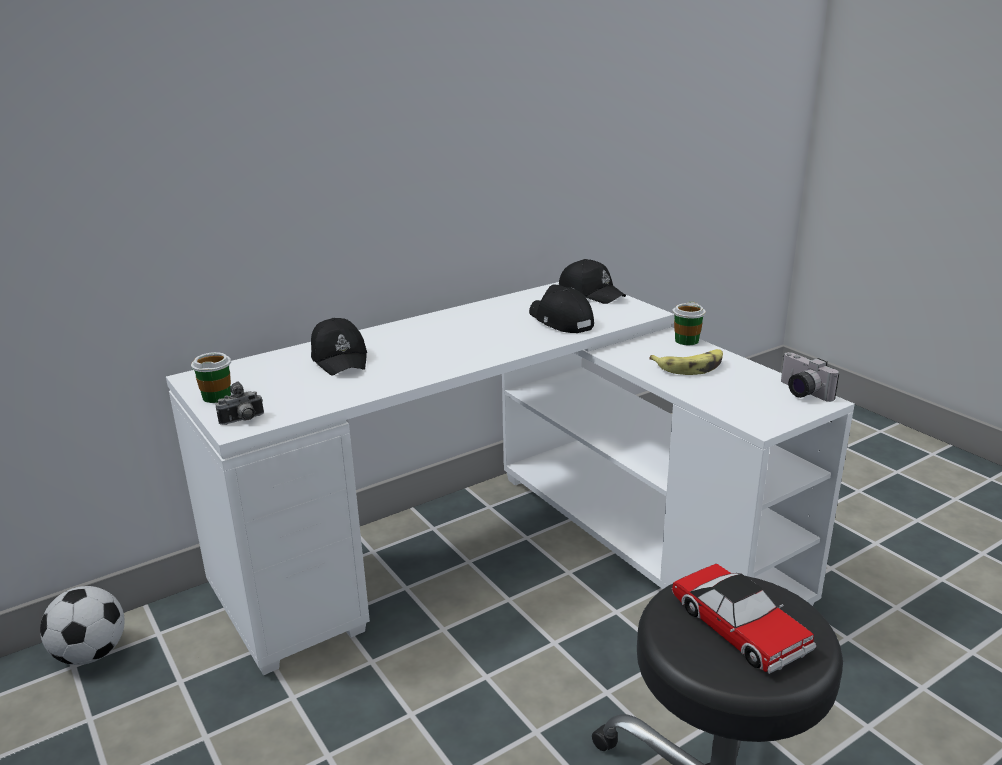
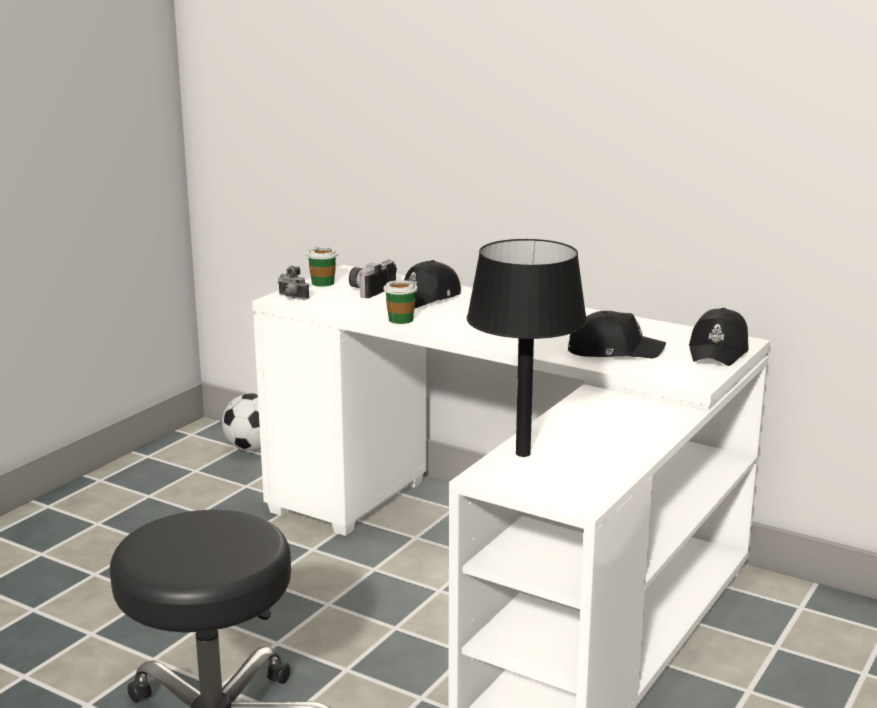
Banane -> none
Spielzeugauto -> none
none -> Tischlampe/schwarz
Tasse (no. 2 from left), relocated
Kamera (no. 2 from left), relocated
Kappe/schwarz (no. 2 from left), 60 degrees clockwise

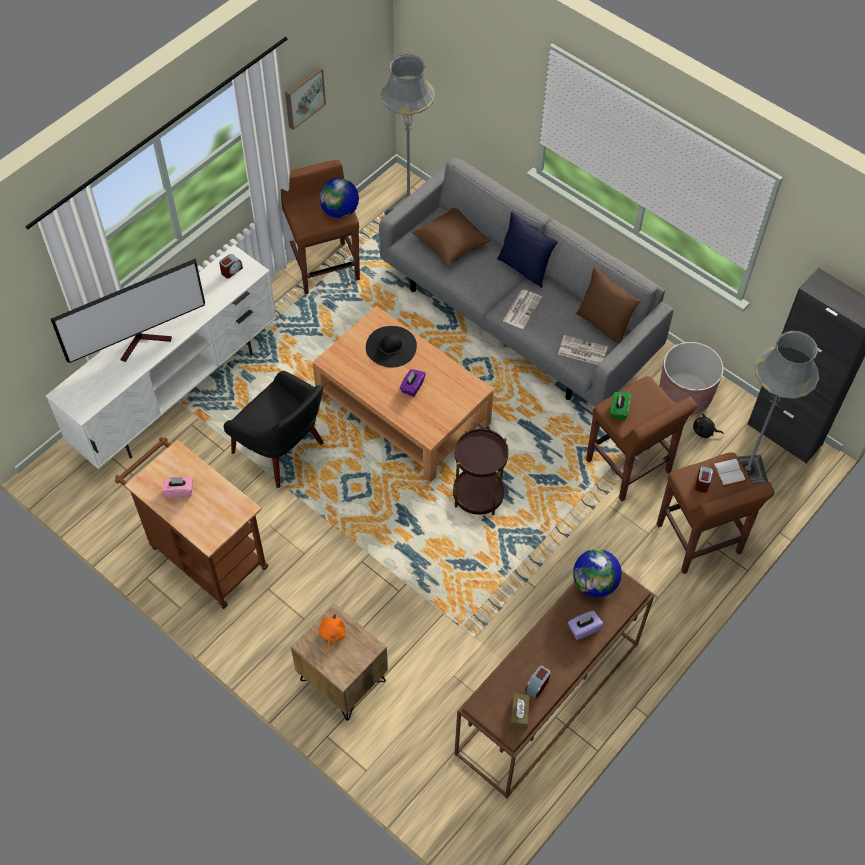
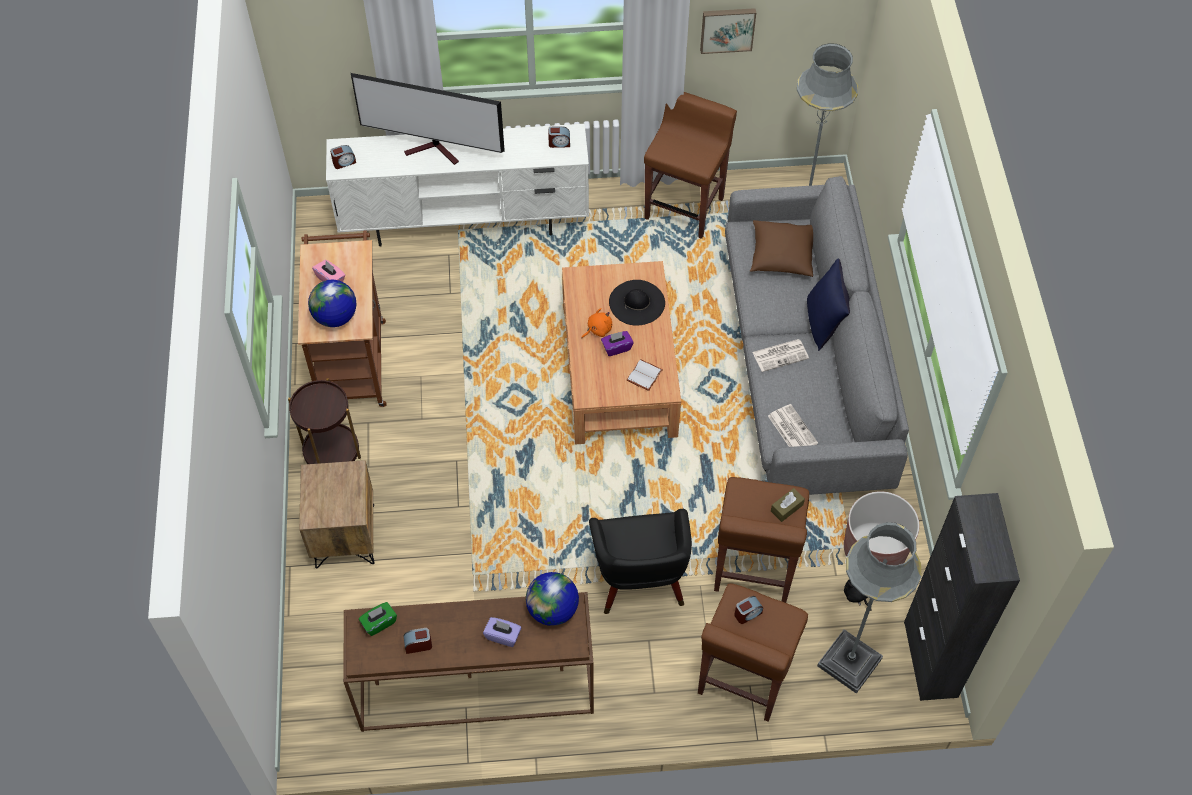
Kissen/braun (no. 2 from left) -> none
none -> Wecker (no. 1 from left)
Sessel/schwarz, relocated
Plüschtier/orange, relocated
Globus (no. 1 from left), relocated
Beistelltisch/braun, relocated
Taschentuchbox/braun, relocated
Taschentuchbox/grün, relocated
Buch/weiß, relocated

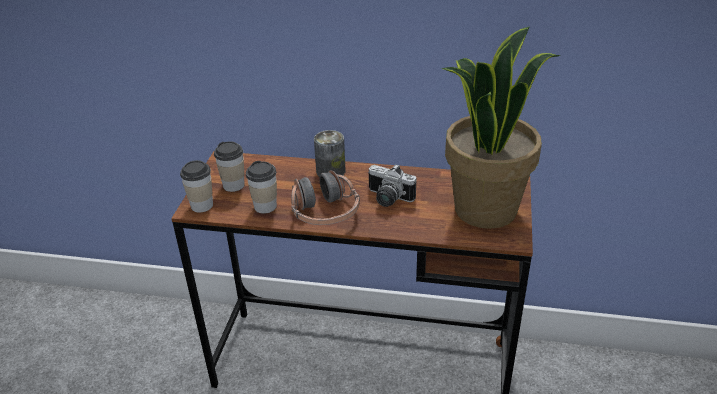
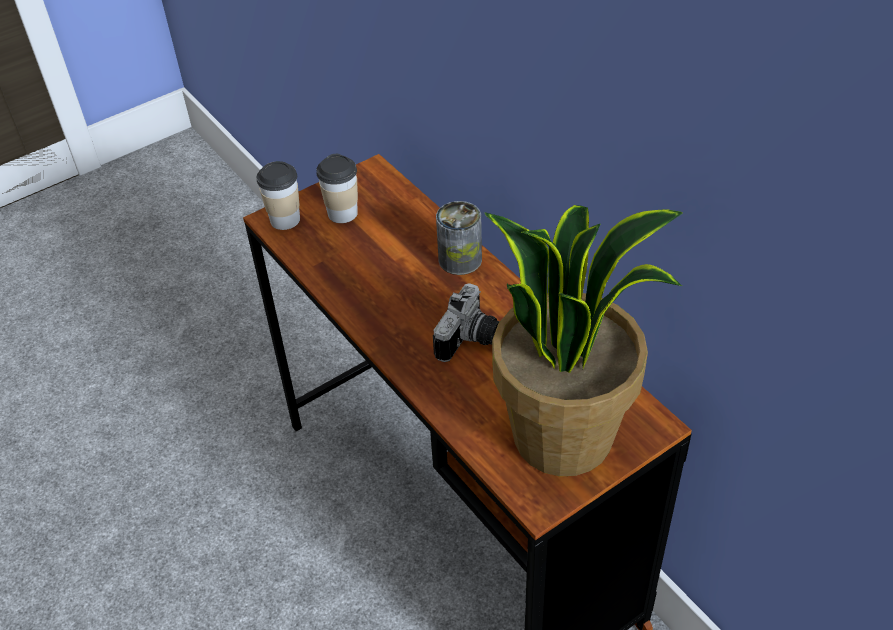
Tasse (no. 3 from left) -> none
Kopfhörer -> none
Kamera, 135 degrees counterclockwise

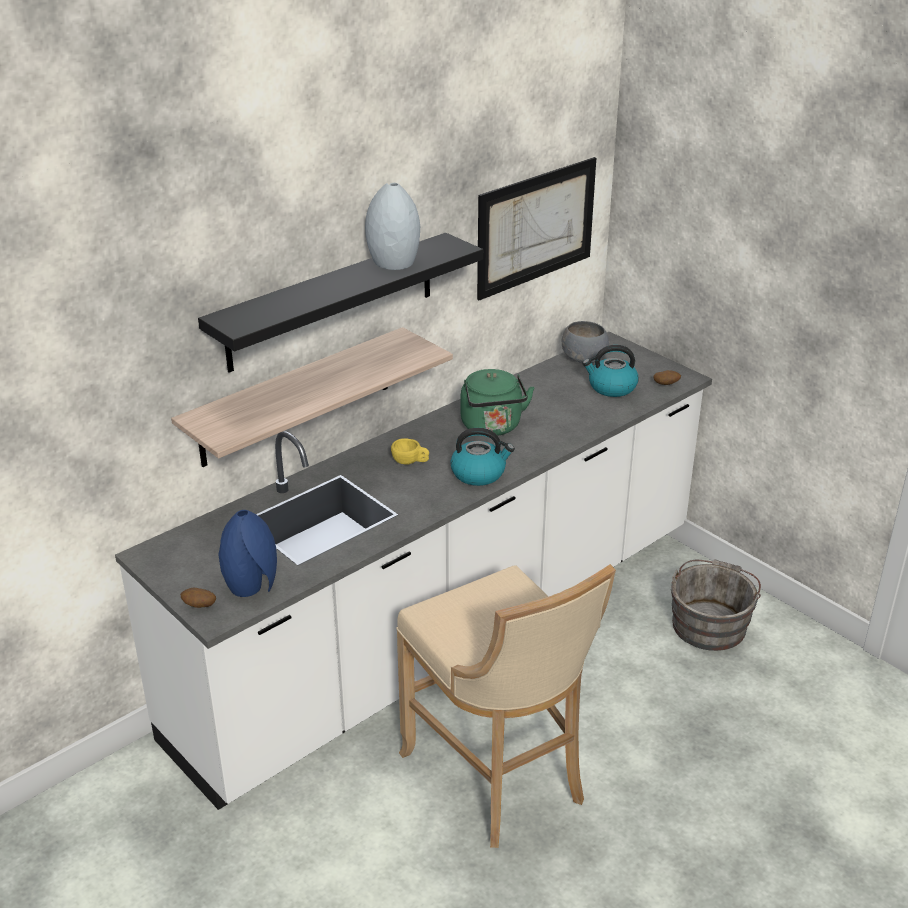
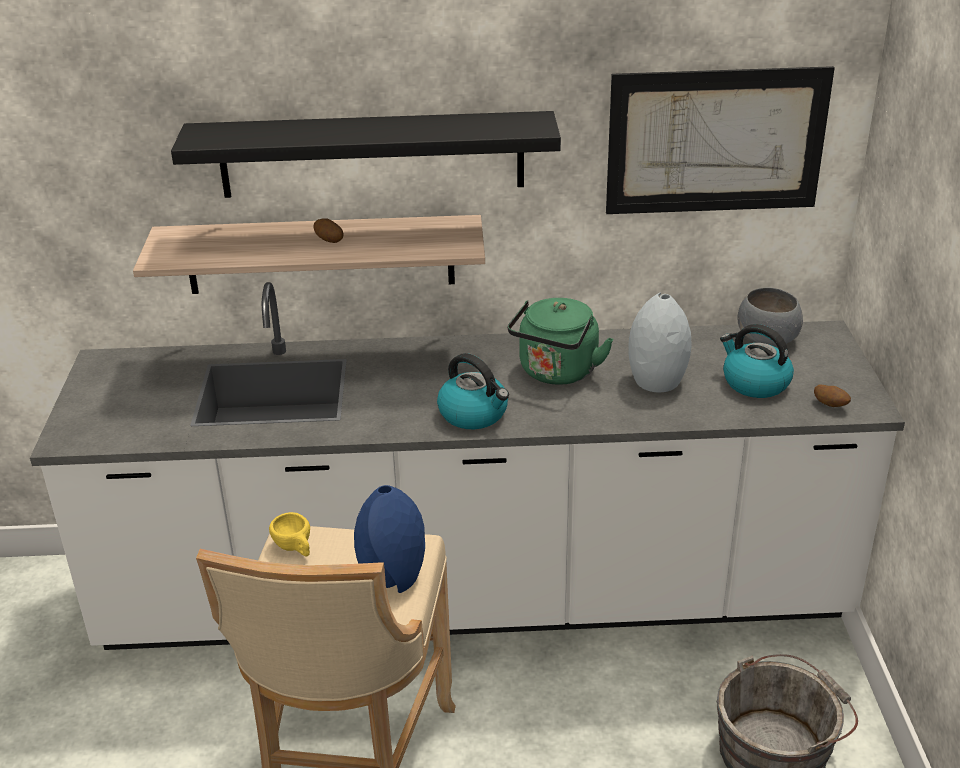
Kartoffel (no. 1 from left), relocated
Vase/blau, relocated
Vase/grau, relocated
Tasse/gelb, relocated

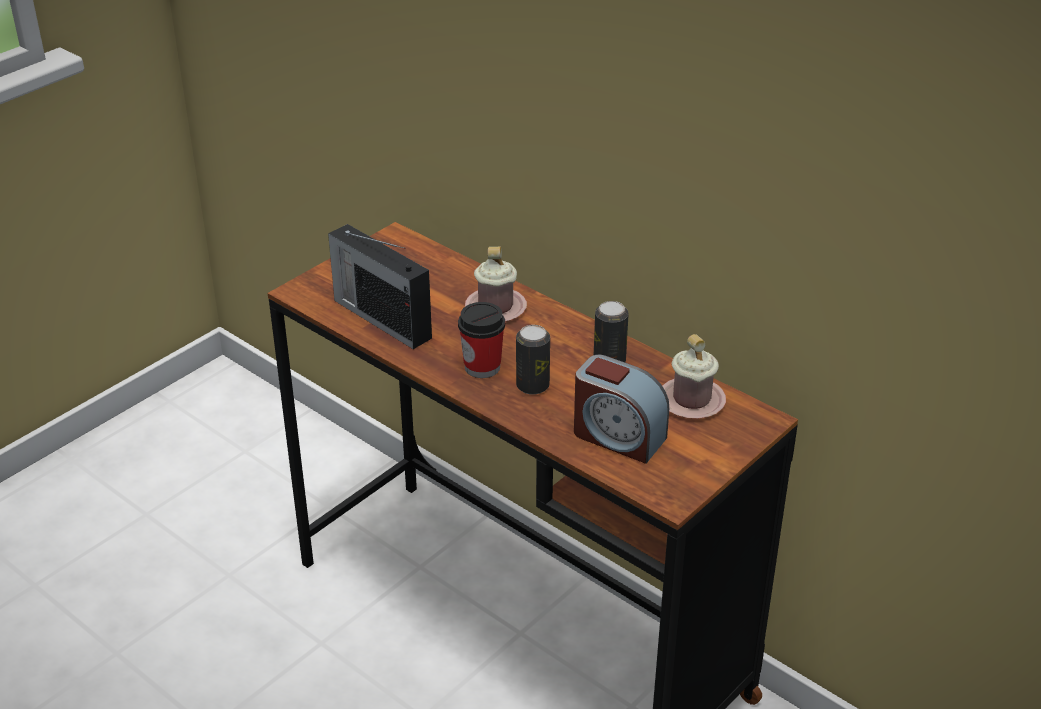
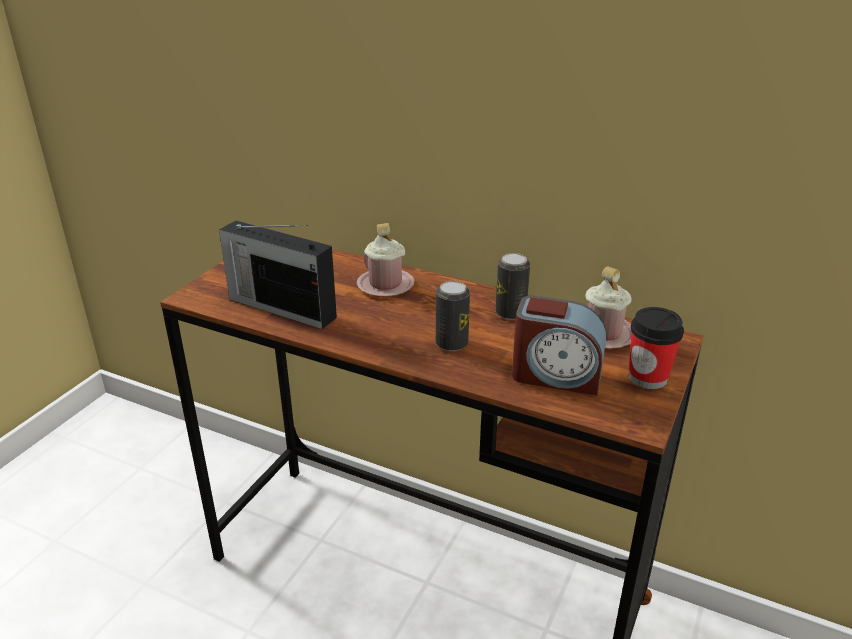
Tasse, relocated

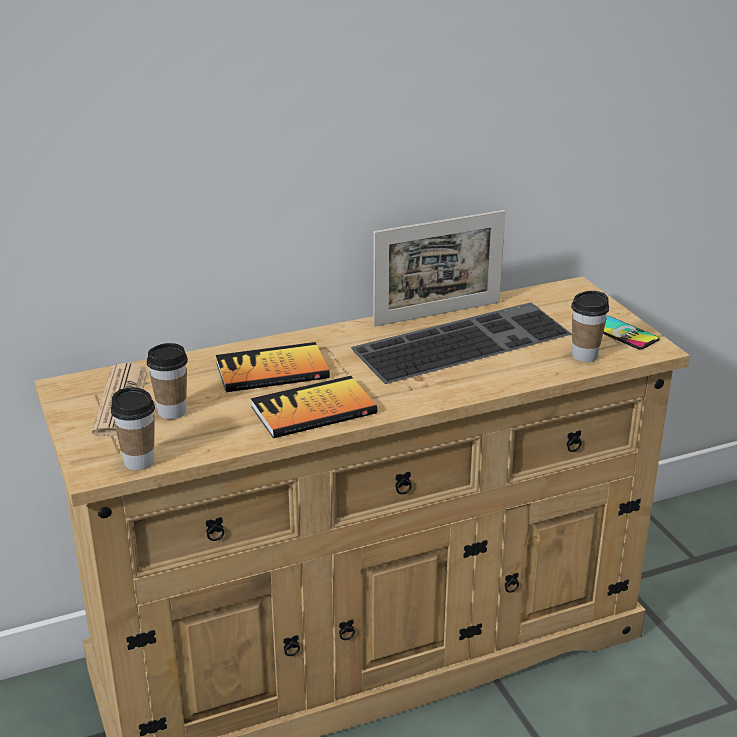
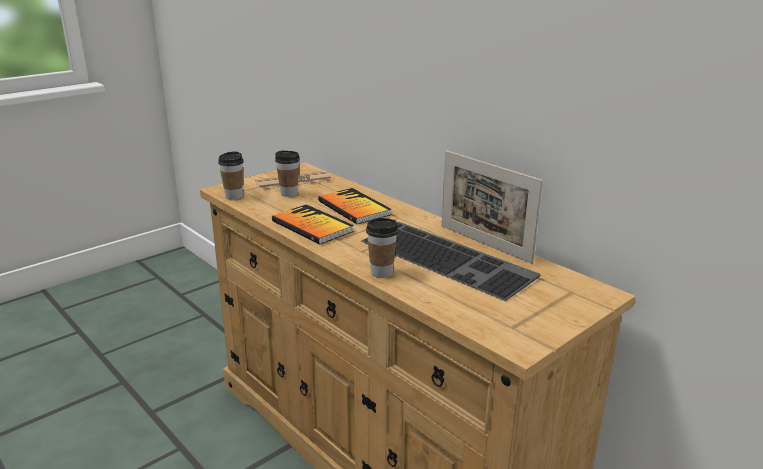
Handy -> none
Tasse (no. 3 from left), relocated

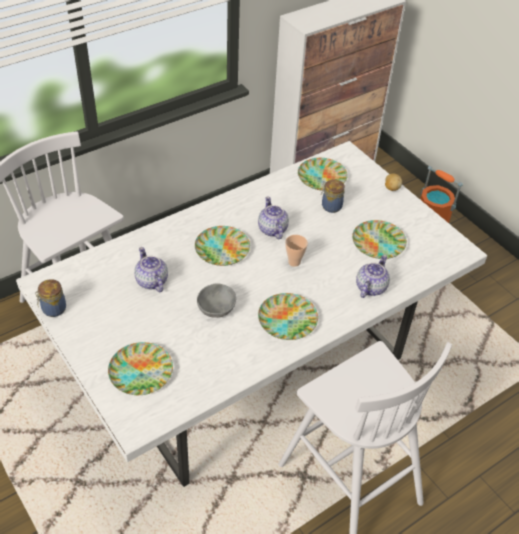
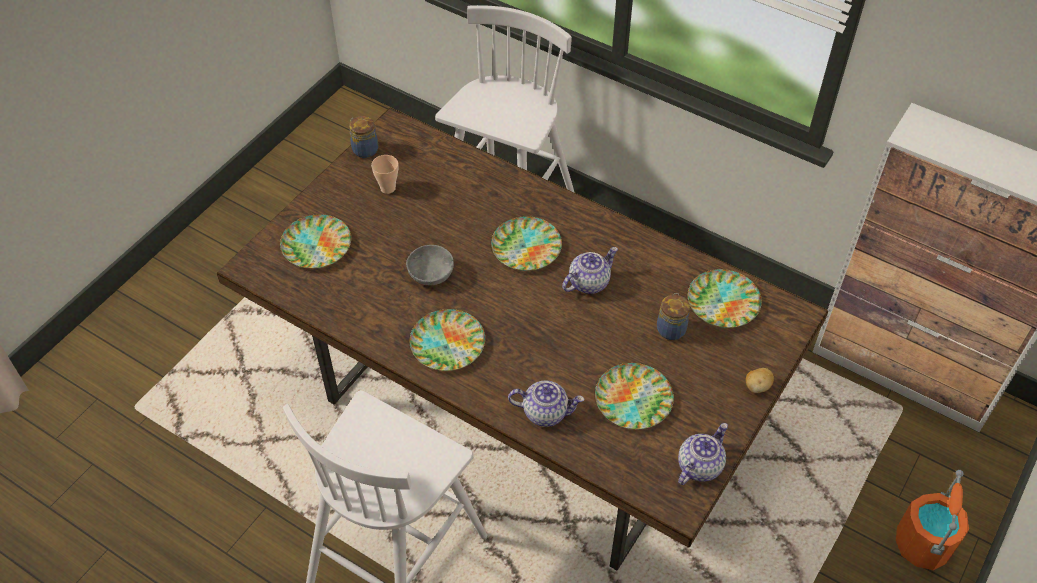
Teekanne (no. 1 from left in the first image) -> Teekanne (no. 3 from left), relocated
Tasse, relocated
Esstisch/weiß -> Esstisch/braun

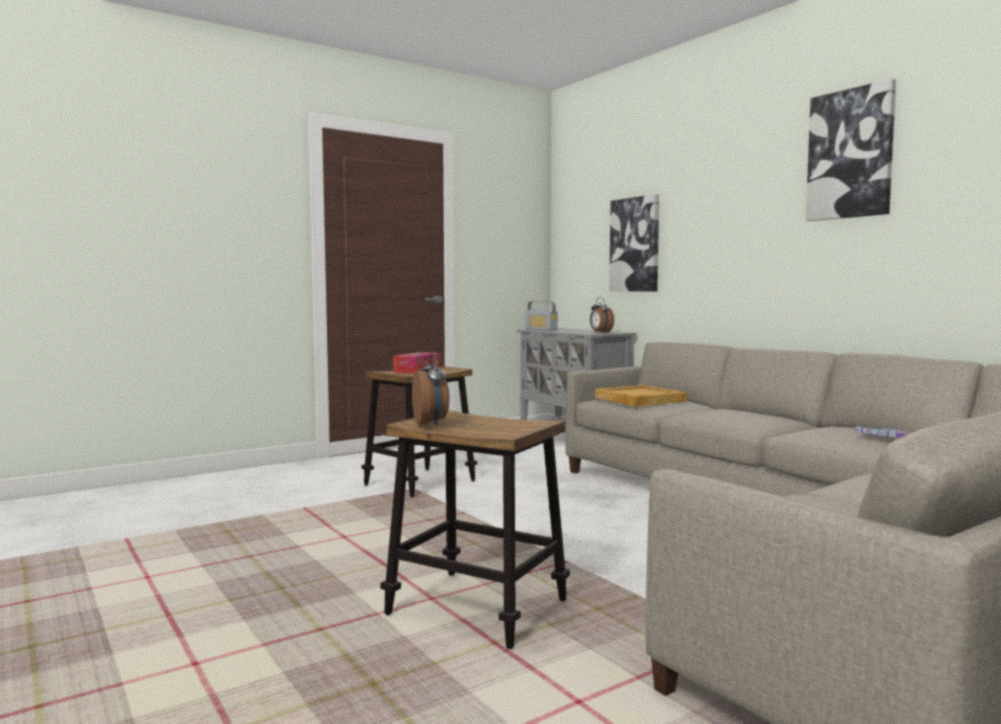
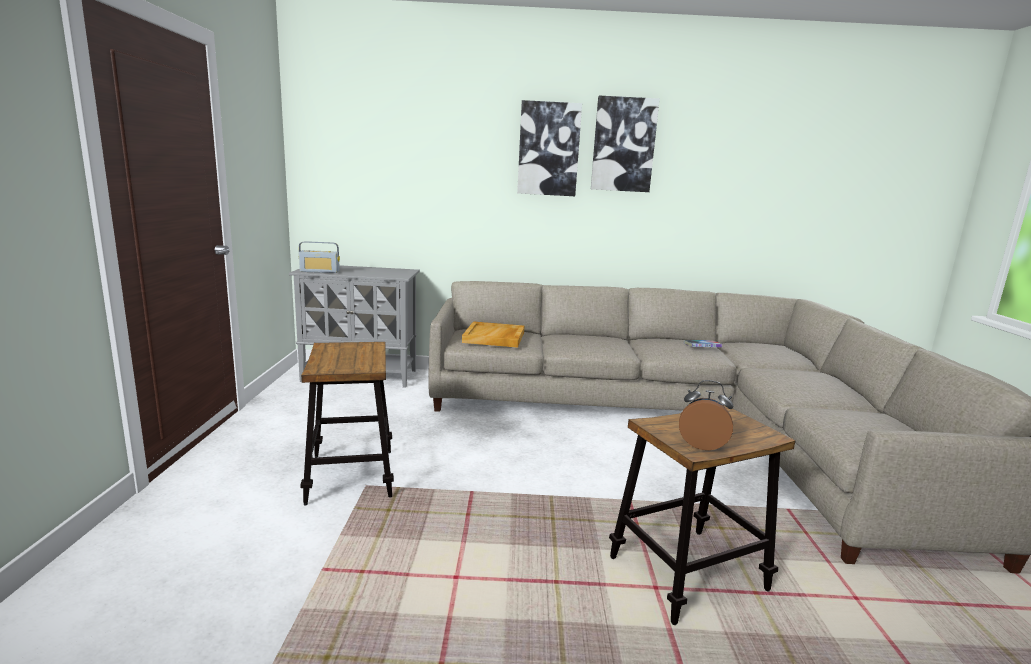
Taschentuchbox -> none
Wecker (no. 2 from left) -> none
Bild (no. 1 from left), relocated

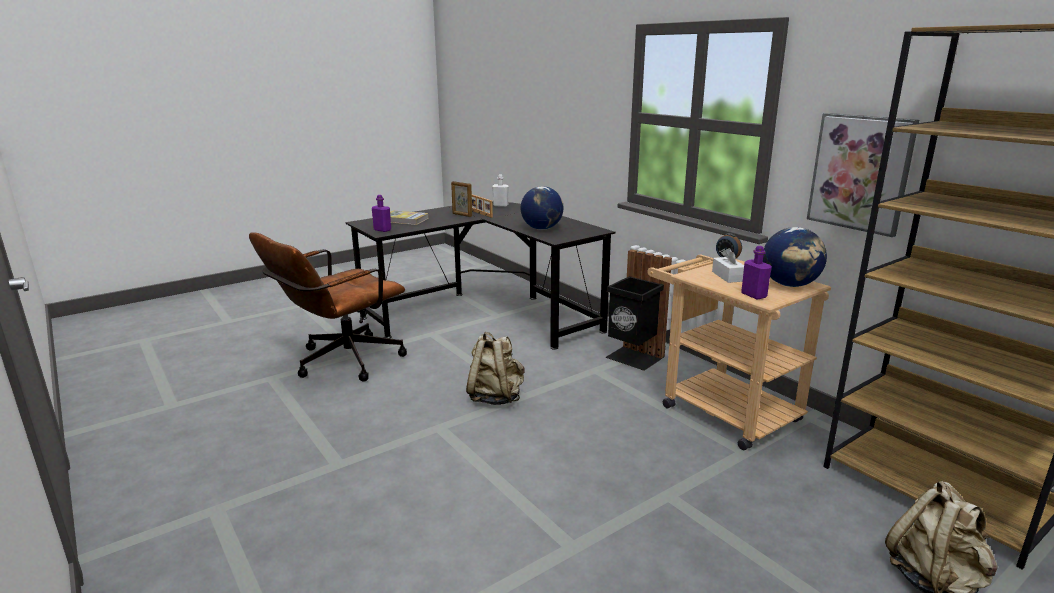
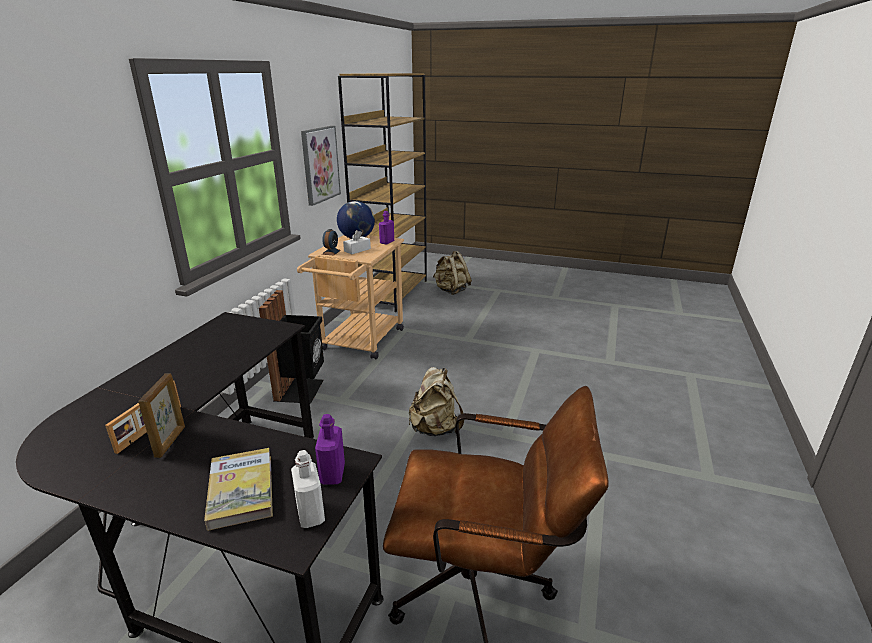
Globus (no. 1 from left) -> none
Flasche/weiß, relocated

